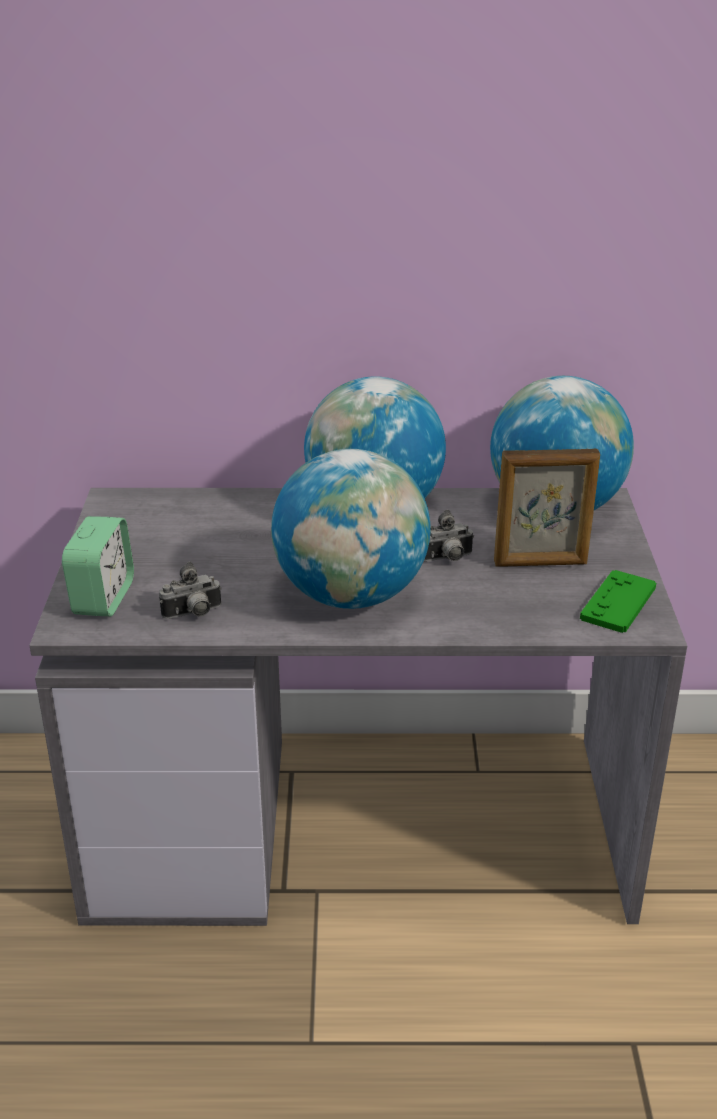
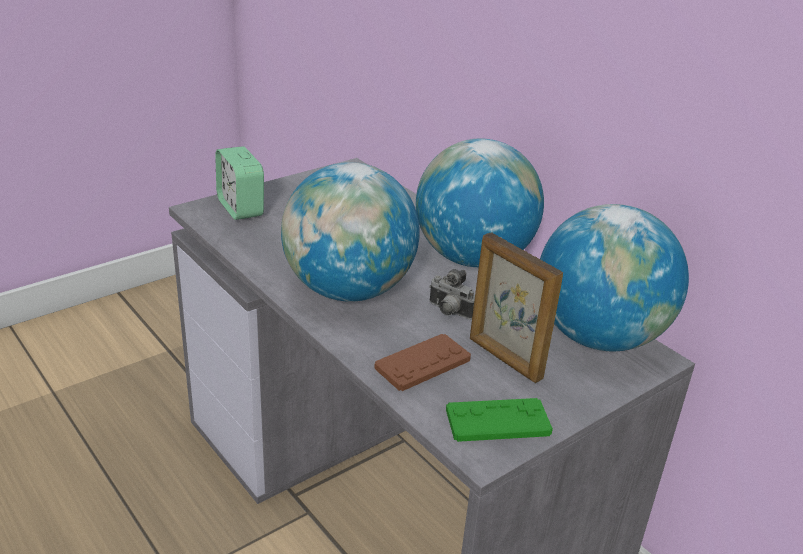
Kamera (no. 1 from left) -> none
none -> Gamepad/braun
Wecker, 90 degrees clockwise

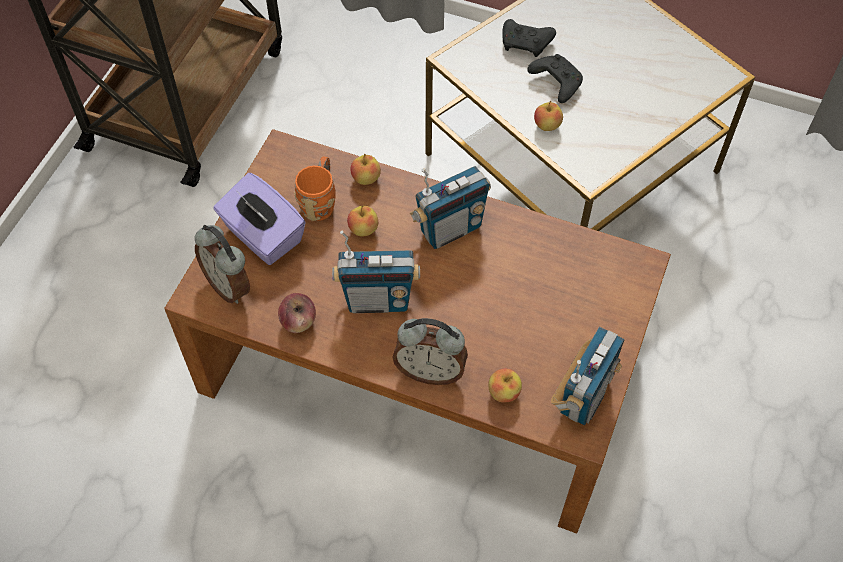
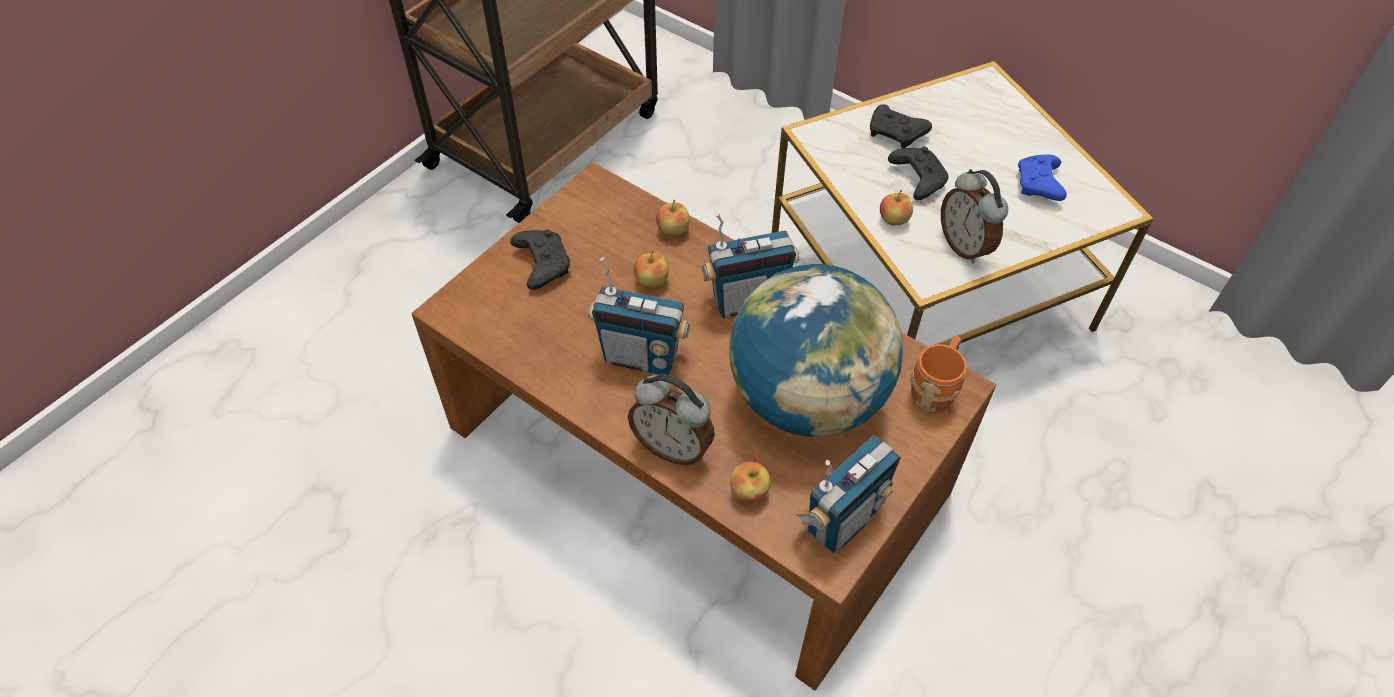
Apfel (no. 1 from left) -> none
none -> Globus
none -> Gamepad/blau
Wecker (no. 1 from left in the first image) -> Wecker (no. 2 from left), relocated
Henkelbecher/orange, relocated
Taschentuchbox/lila -> Gamepad/schwarz (no. 1 from left)

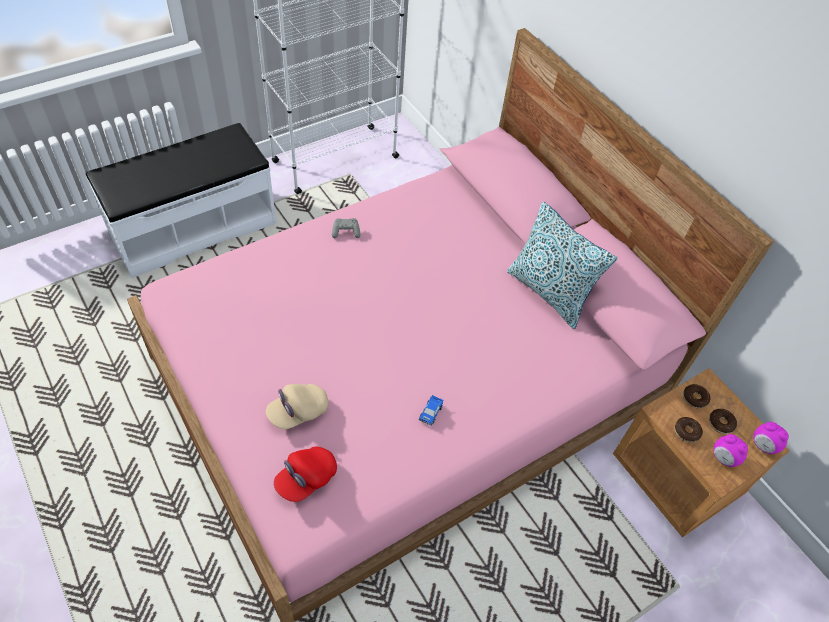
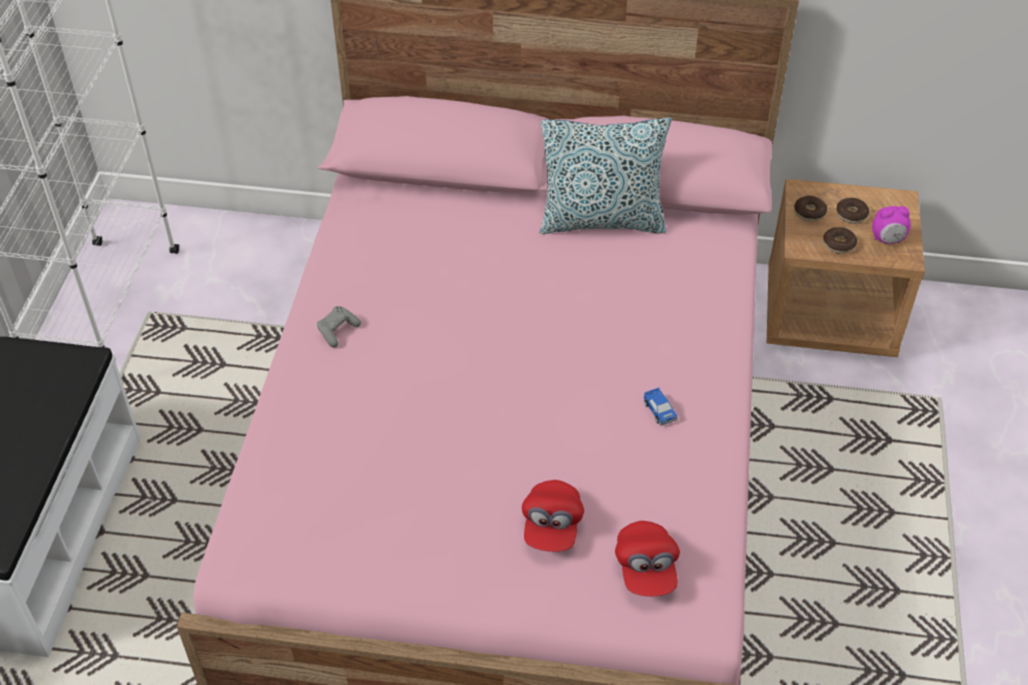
Wecker (no. 2 from left) -> none
Kappe/beige -> Kappe/rot (no. 1 from left)

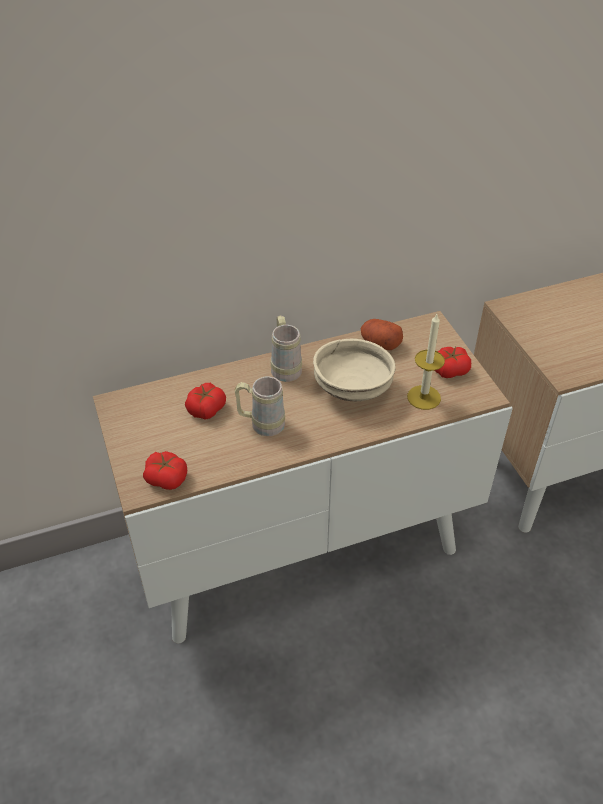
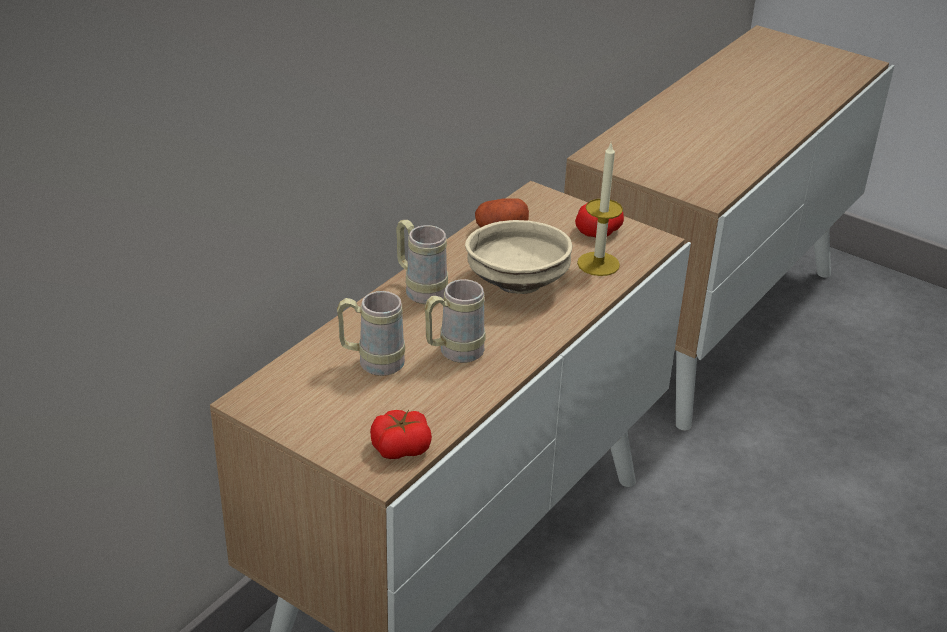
Tomate (no. 2 from left) -> Henkelbecher/beige (no. 1 from left)

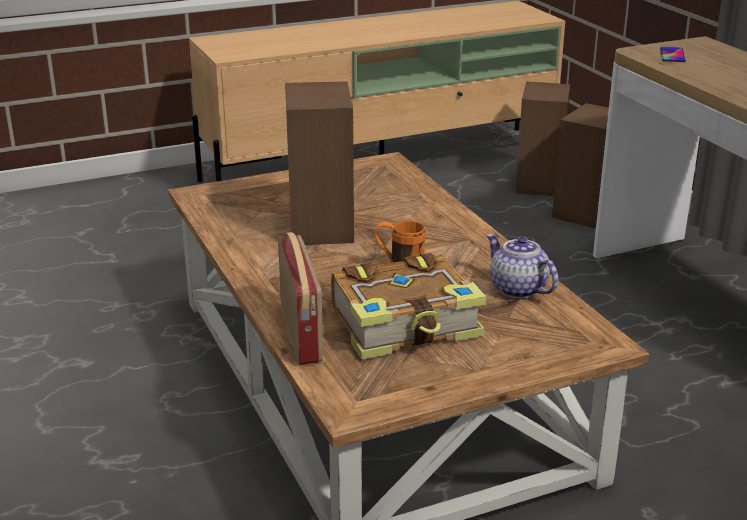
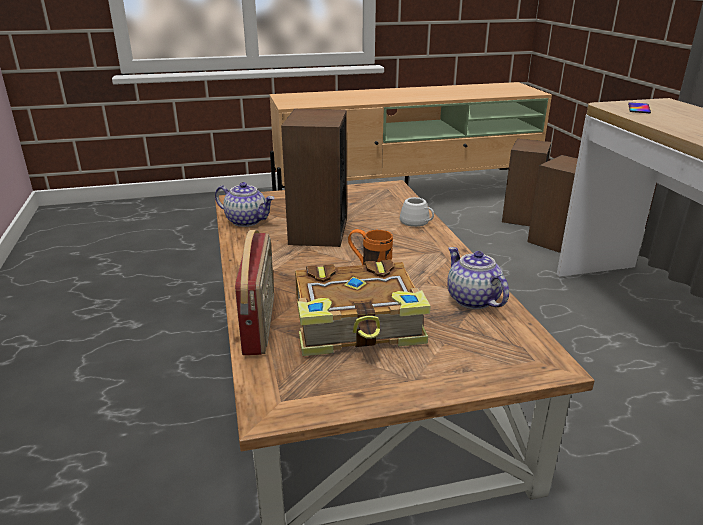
none -> Teekanne (no. 1 from left)
none -> Henkelbecher/weiß

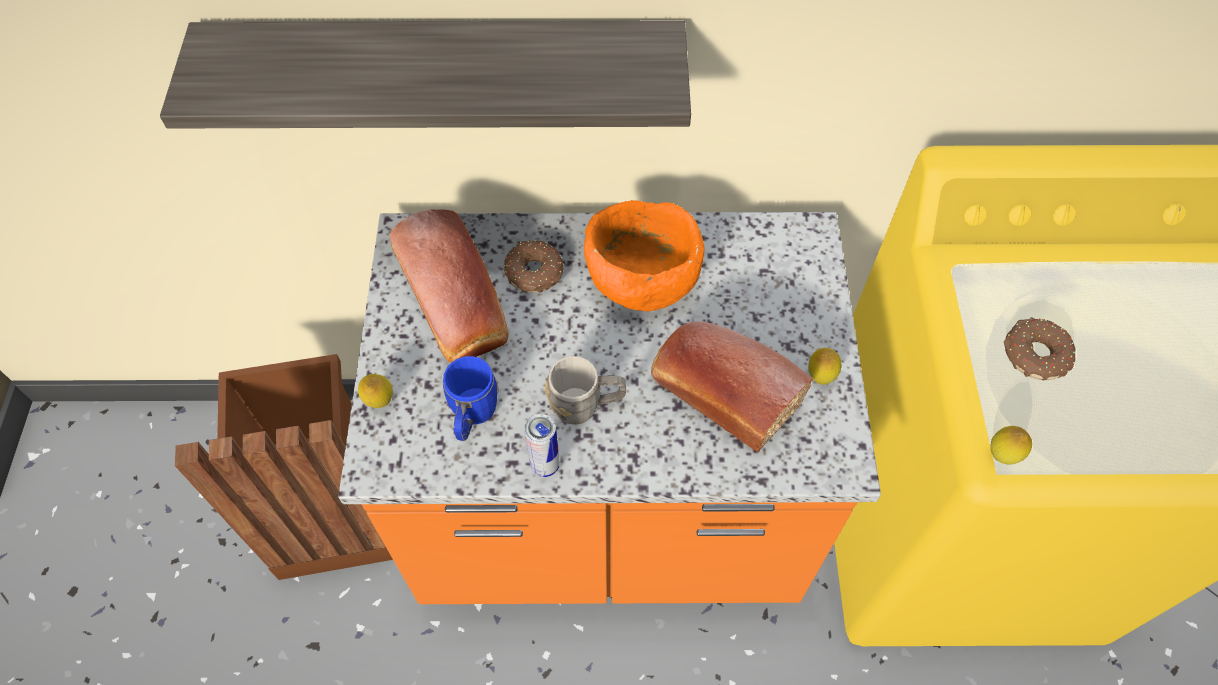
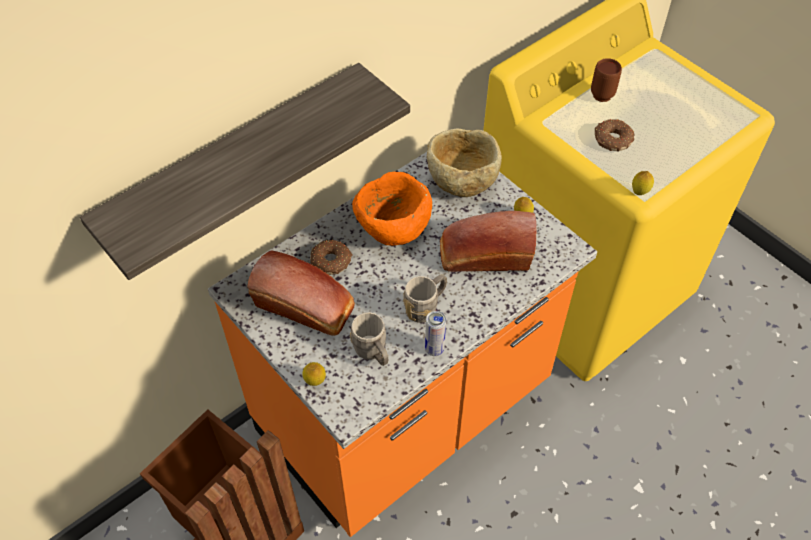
none -> Schüssel/beige
none -> Henkelbecher/braun
Henkelbecher/blau -> Henkelbecher/grau (no. 1 from left)

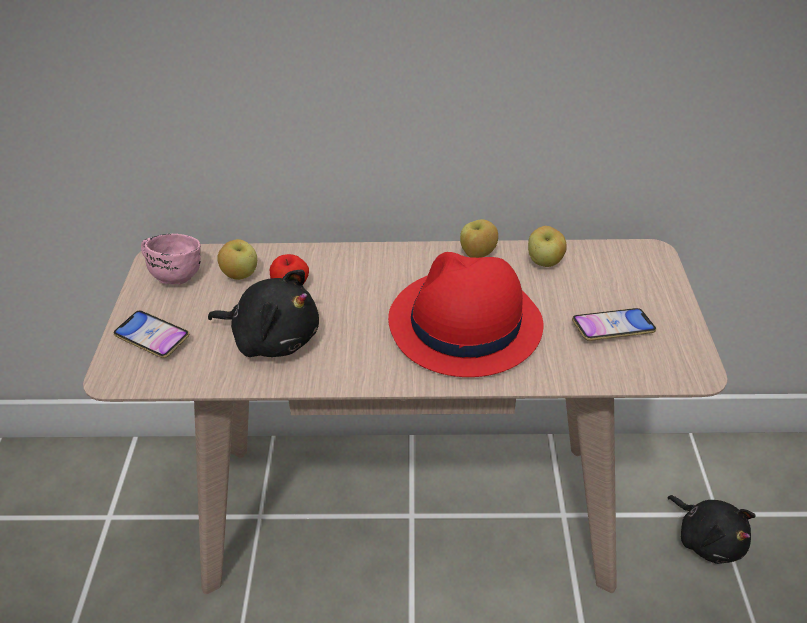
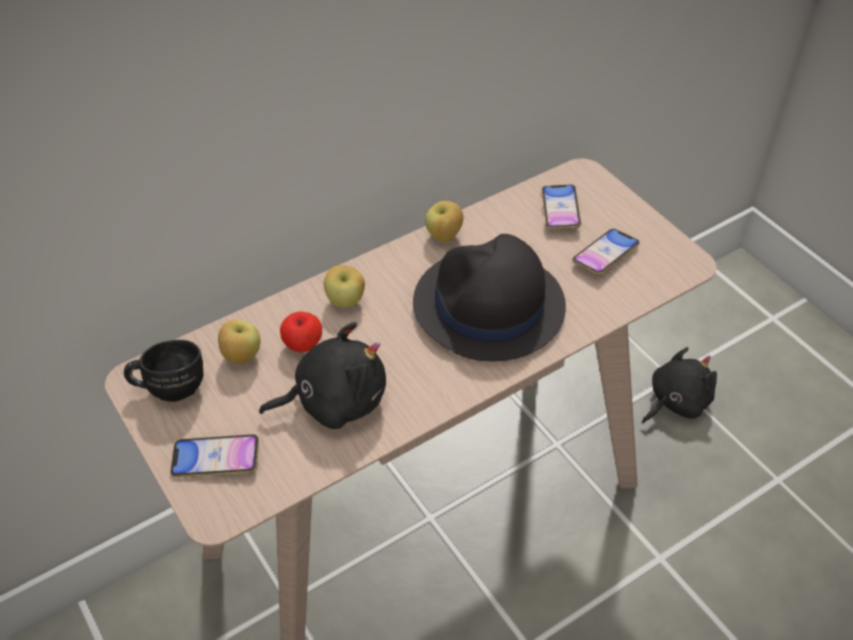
none -> Handy (no. 2 from left)
Apfel (no. 4 from left in the first image) -> Apfel (no. 3 from left), relocated
Henkelbecher/rosa -> Henkelbecher/schwarz
Hut/rot -> Hut/schwarz
Plüschtier/schwarz (no. 2 from left), 60 degrees counterclockwise

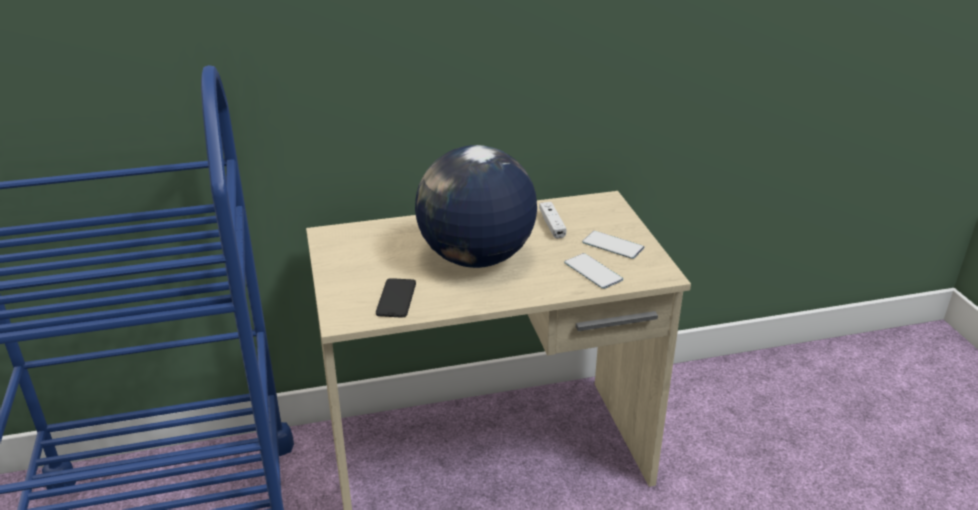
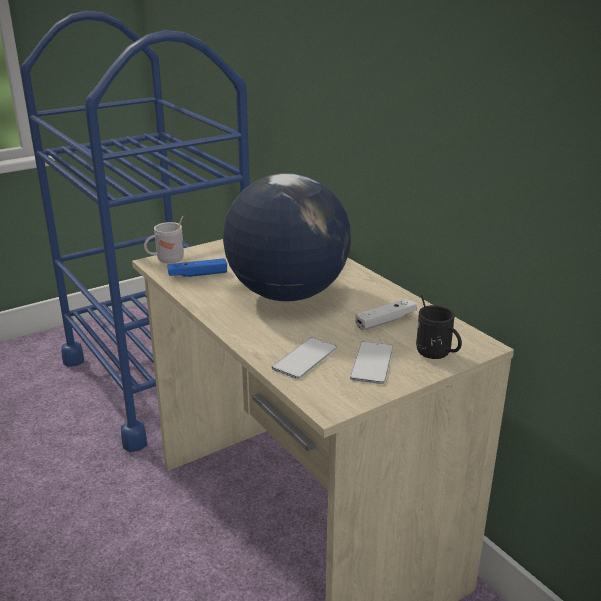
none -> Henkelbecher/weiß
none -> Henkelbecher/schwarz
Handy (no. 1 from left) -> Gamepad/blau

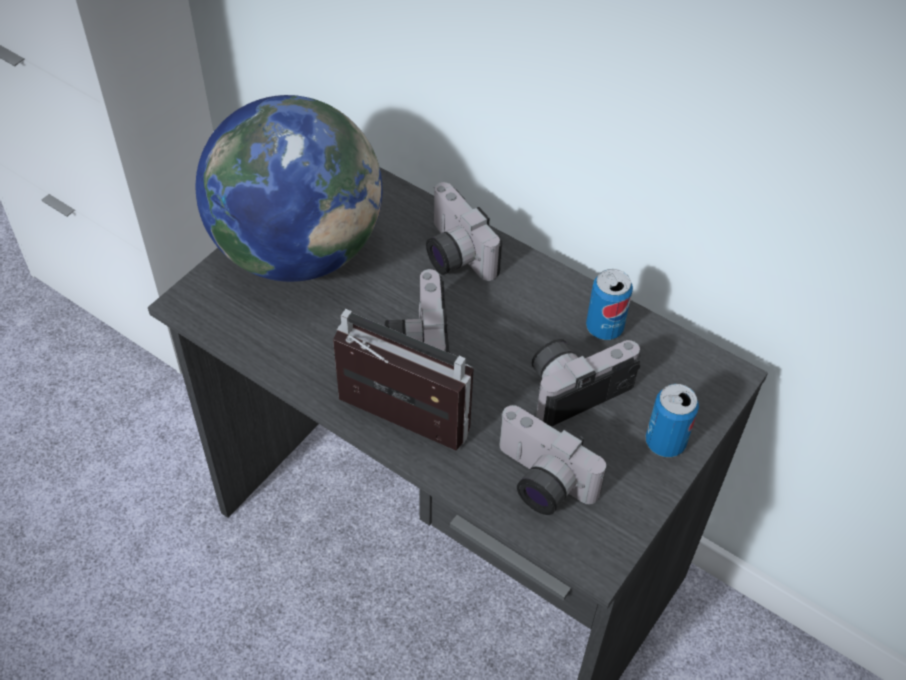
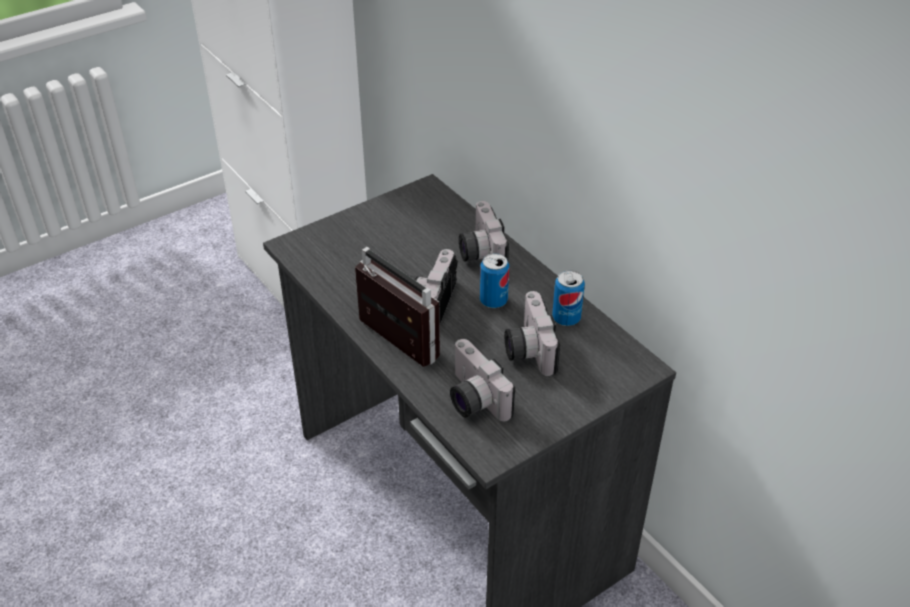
Globus -> none
Dose (no. 2 from left in the first image) -> Dose (no. 1 from left), relocated
Kamera (no. 4 from left), 90 degrees counterclockwise

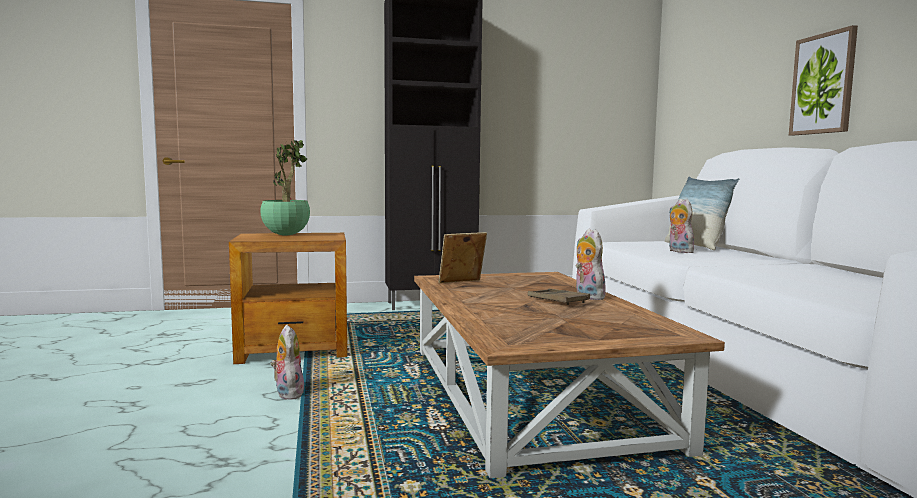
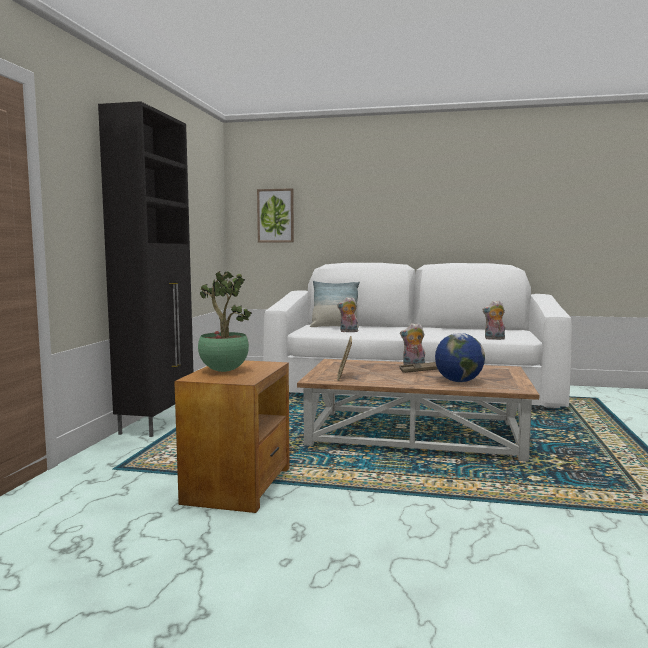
none -> Globus
Plüschtier (no. 1 from left in the first image) -> Plüschtier (no. 3 from left), relocated
Bild, relocated

